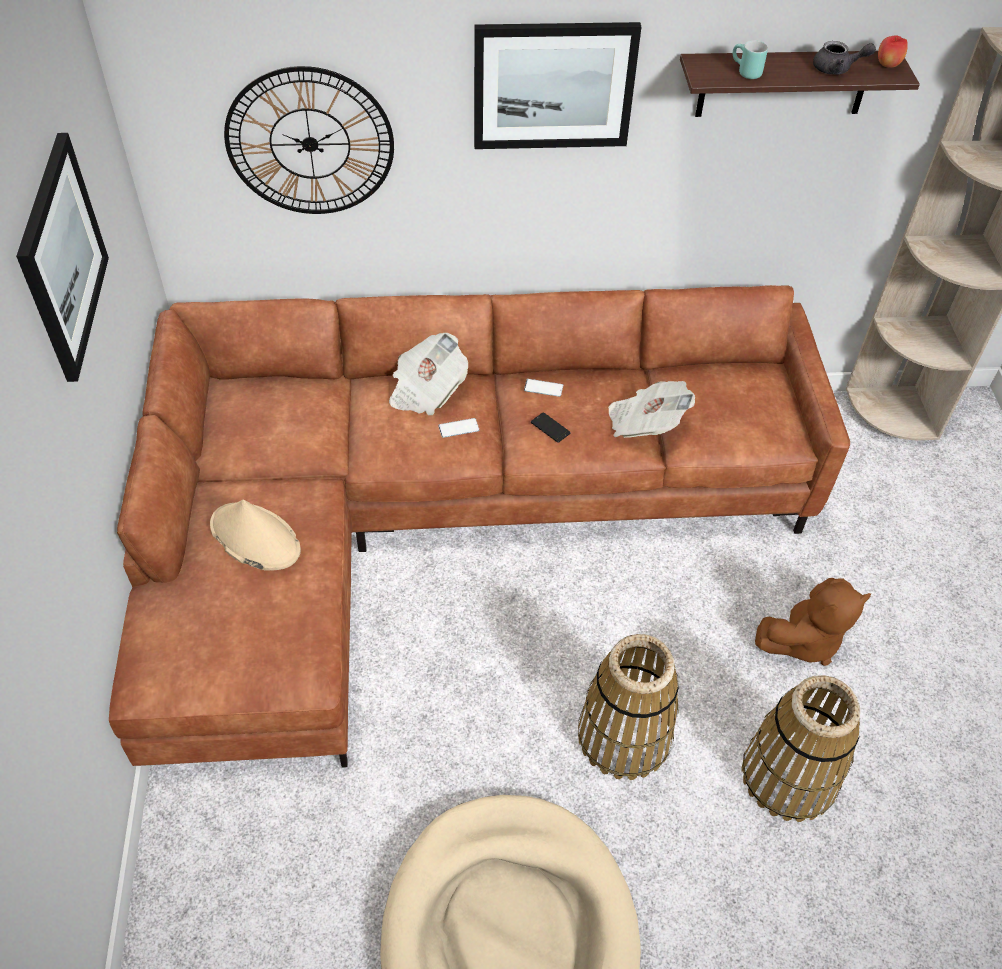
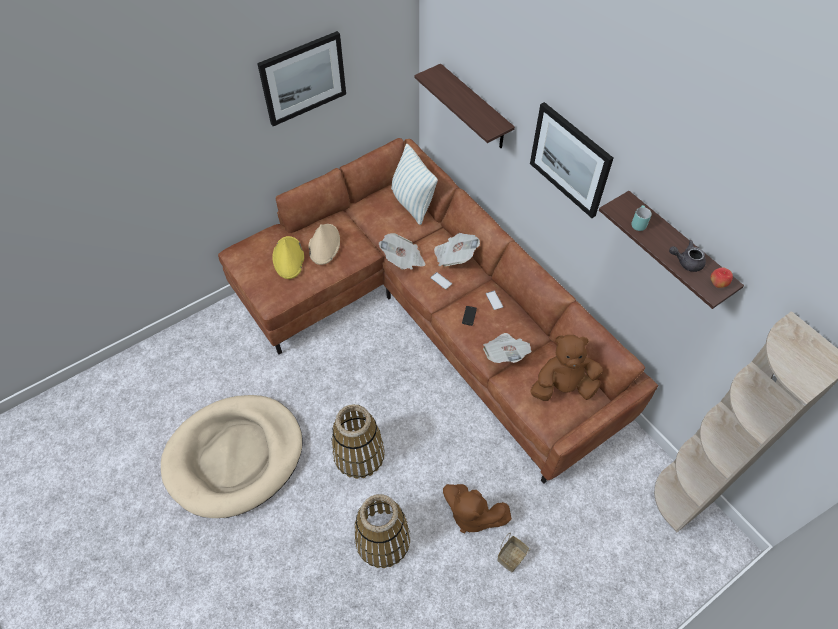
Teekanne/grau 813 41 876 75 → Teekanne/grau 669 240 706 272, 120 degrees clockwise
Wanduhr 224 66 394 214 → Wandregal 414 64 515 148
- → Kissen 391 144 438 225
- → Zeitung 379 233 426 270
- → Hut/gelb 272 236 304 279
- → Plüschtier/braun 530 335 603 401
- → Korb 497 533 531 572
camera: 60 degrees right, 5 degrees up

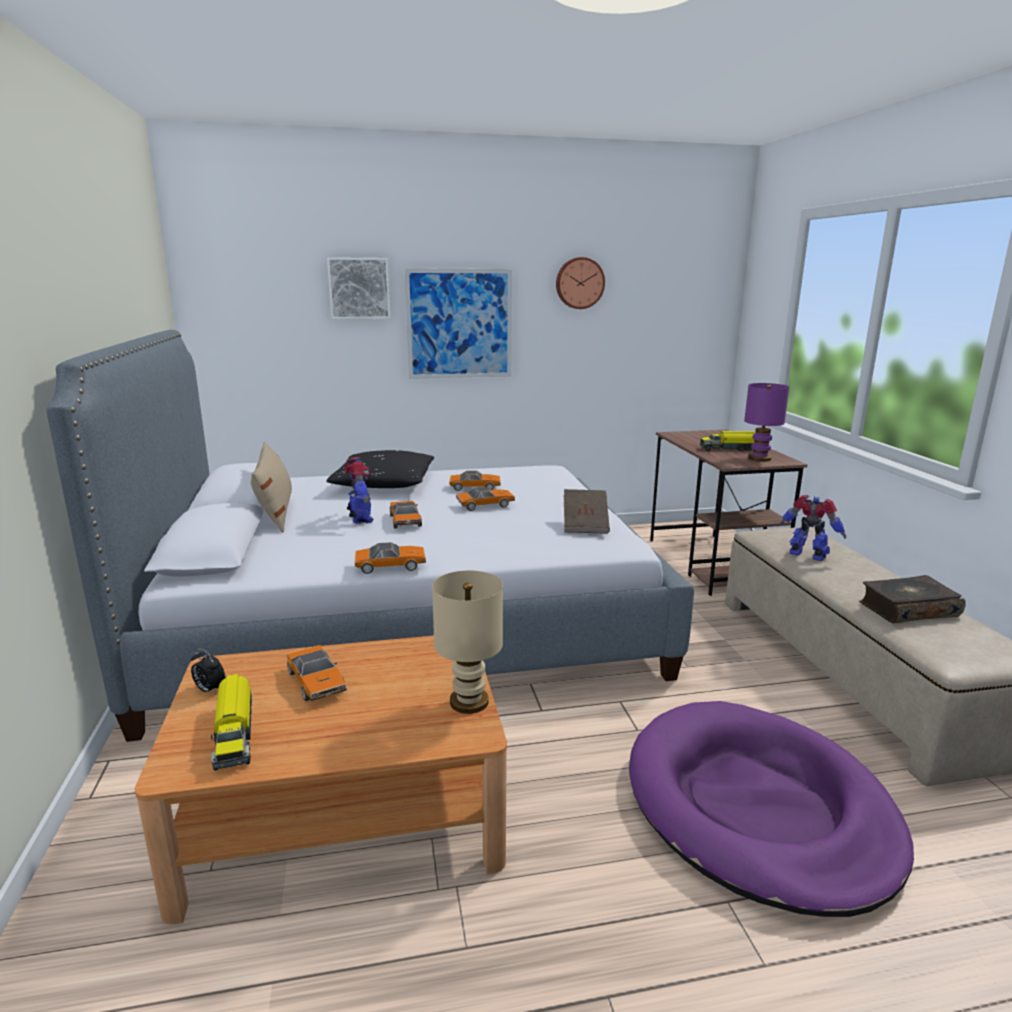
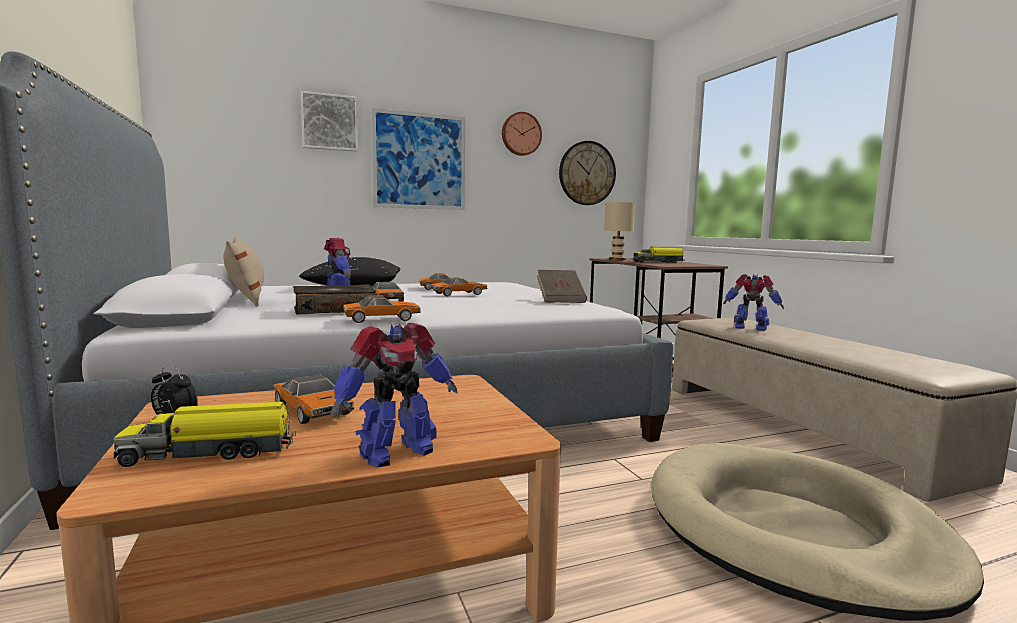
Tischlampe/lila 744 383 790 462 → -
Tischlampe/beige 432 570 503 714 → Tischlampe/beige 604 202 635 260, moved
Buch 859 575 966 623 → Buch 293 284 377 314, moved
Spielzeuglaster 211 674 252 771 → Spielzeuglaster 113 402 296 467, 105 degrees clockwise
Hundebett/lila 629 701 914 917 → Hundebett/beige 651 443 984 620
- → Wanduhr 559 141 616 205
- → Spielzeugroboter 331 323 457 468
camera: 10 degrees left, 10 degrees down

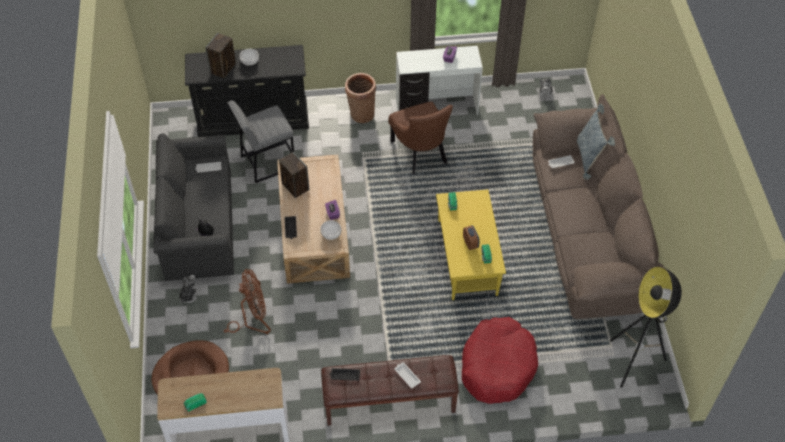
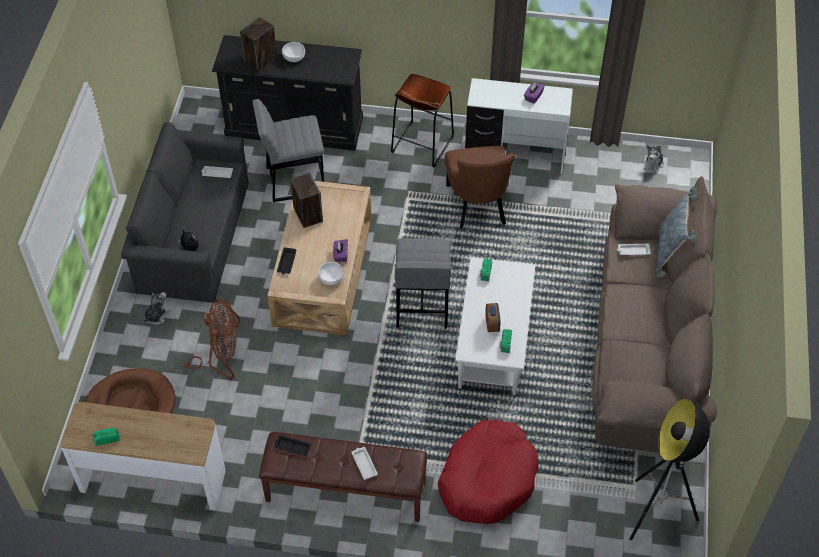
Korb 345 73 376 123 → Hocker/braun 391 74 454 168
Couchtisch/gelb 436 189 506 300 → Couchtisch/weiß 455 257 535 396
- → Hocker/grau 395 238 451 328
camera: 15 degrees right, 0 degrees up

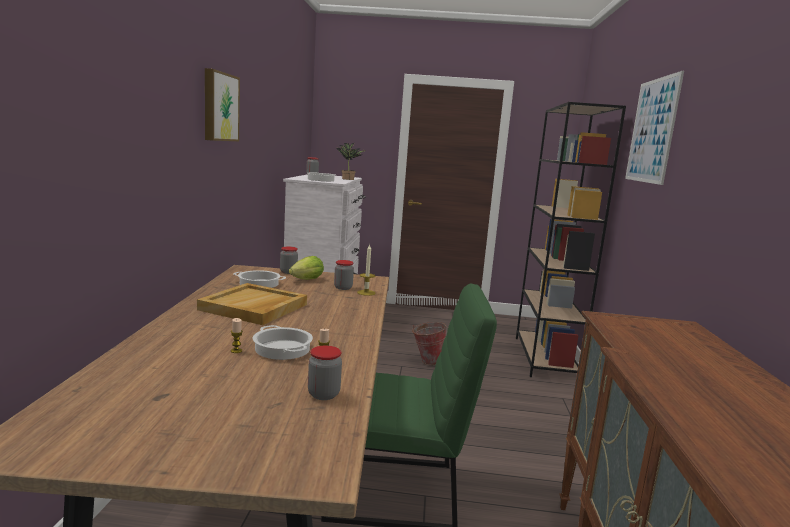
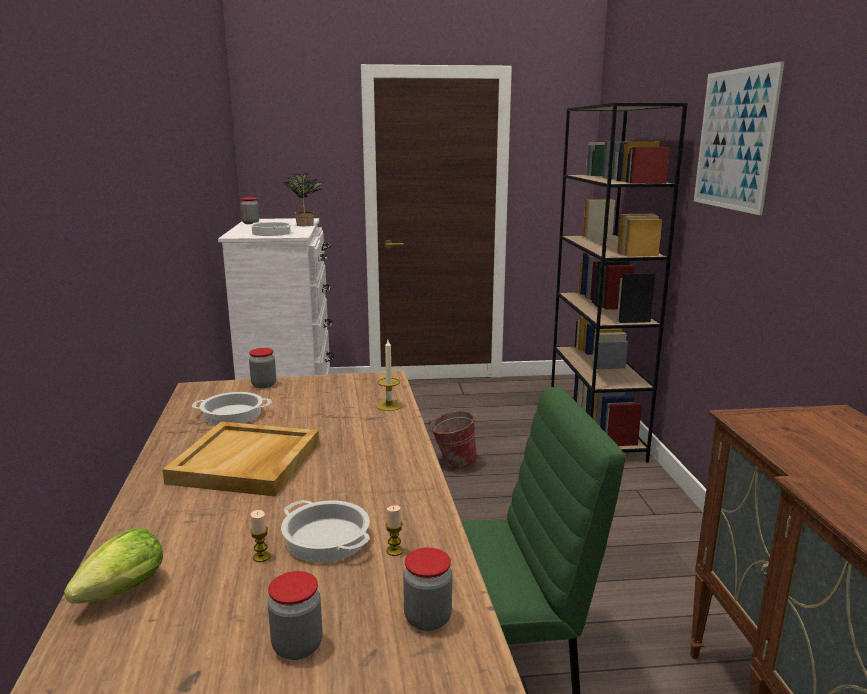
Bild 205 68 240 141 → -
Salatkopf 289 256 324 280 → Salatkopf 64 528 163 604, moved
Vorratsglas 334 260 354 290 → Vorratsglas 268 571 323 660, moved
camera: 10 degrees left, 5 degrees up

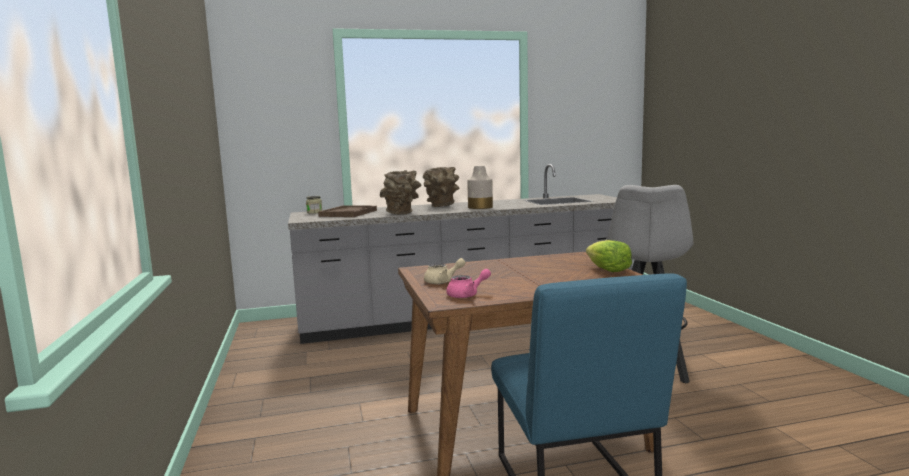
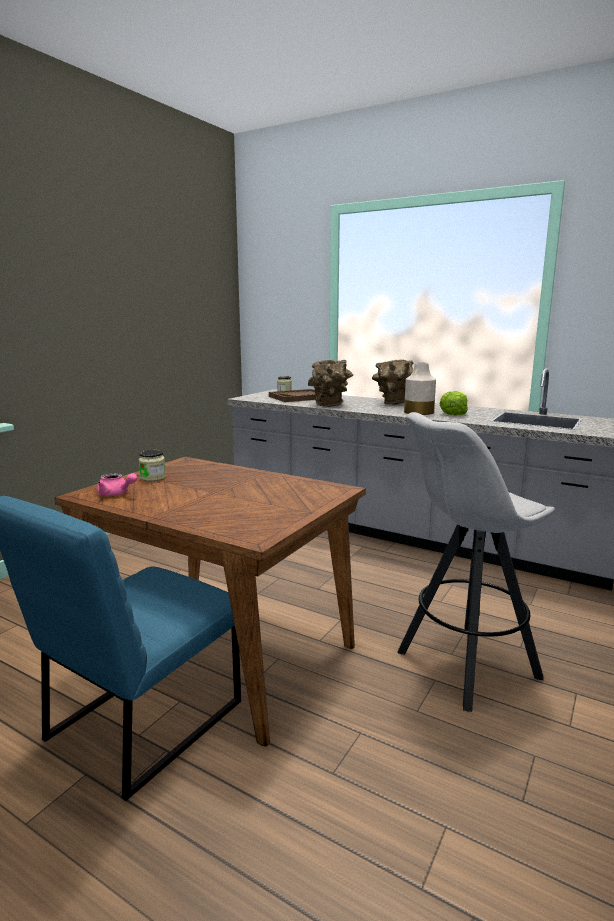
Salatkopf 586 240 632 272 → Salatkopf 439 391 468 415, moved
Teekanne/beige 424 258 466 284 → Vorratsglas 139 450 166 481
camera: 45 degrees right, 5 degrees up

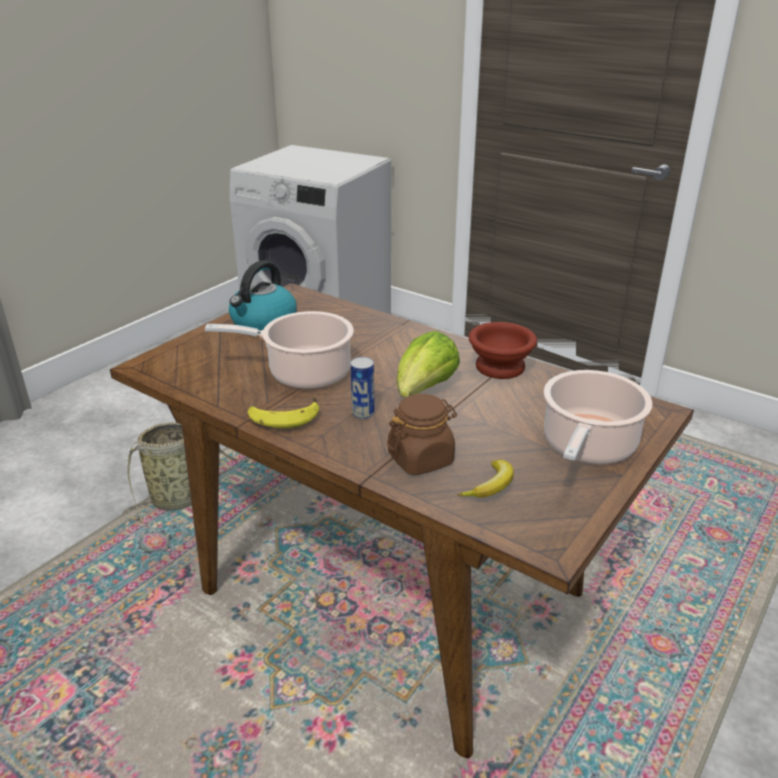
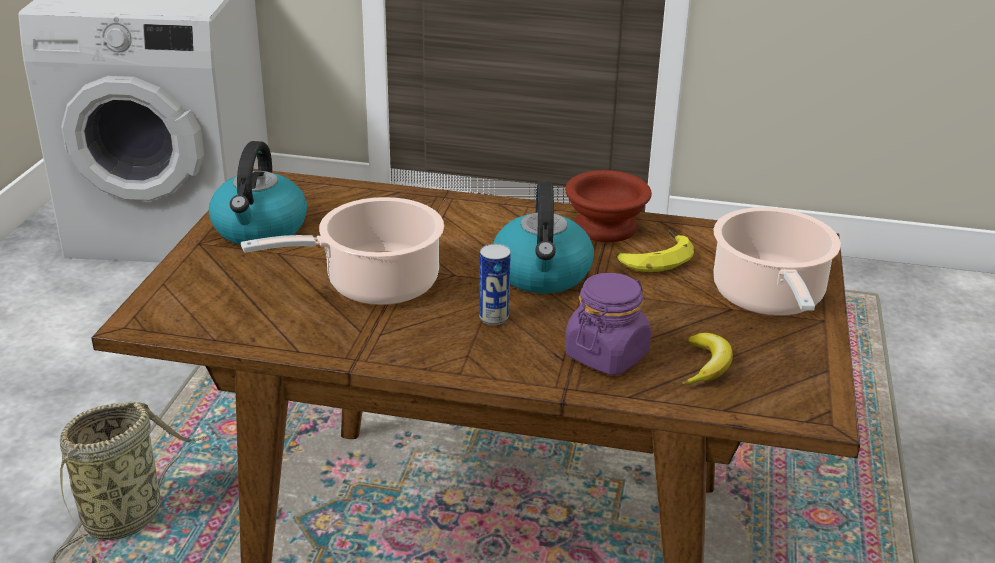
Salatkopf 396 331 460 398 → Wasserkessel 493 182 594 294
Vorratsglas/braun 387 394 457 476 → Vorratsglas/lila 565 273 651 375
Banane 248 396 319 428 → Banane 616 230 694 272, moved
camera: 25 degrees left, 0 degrees up

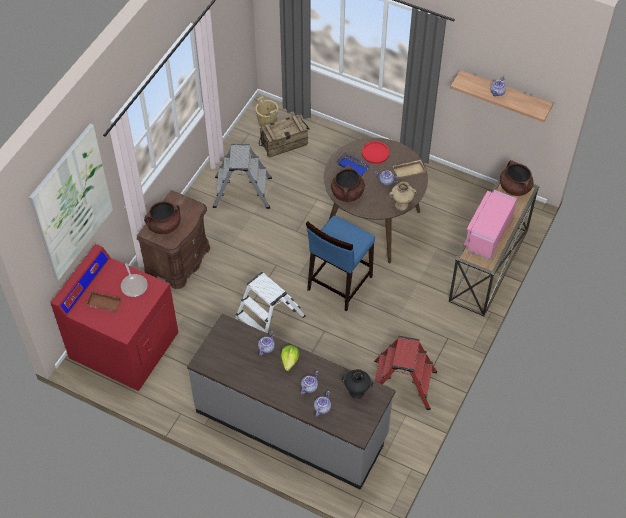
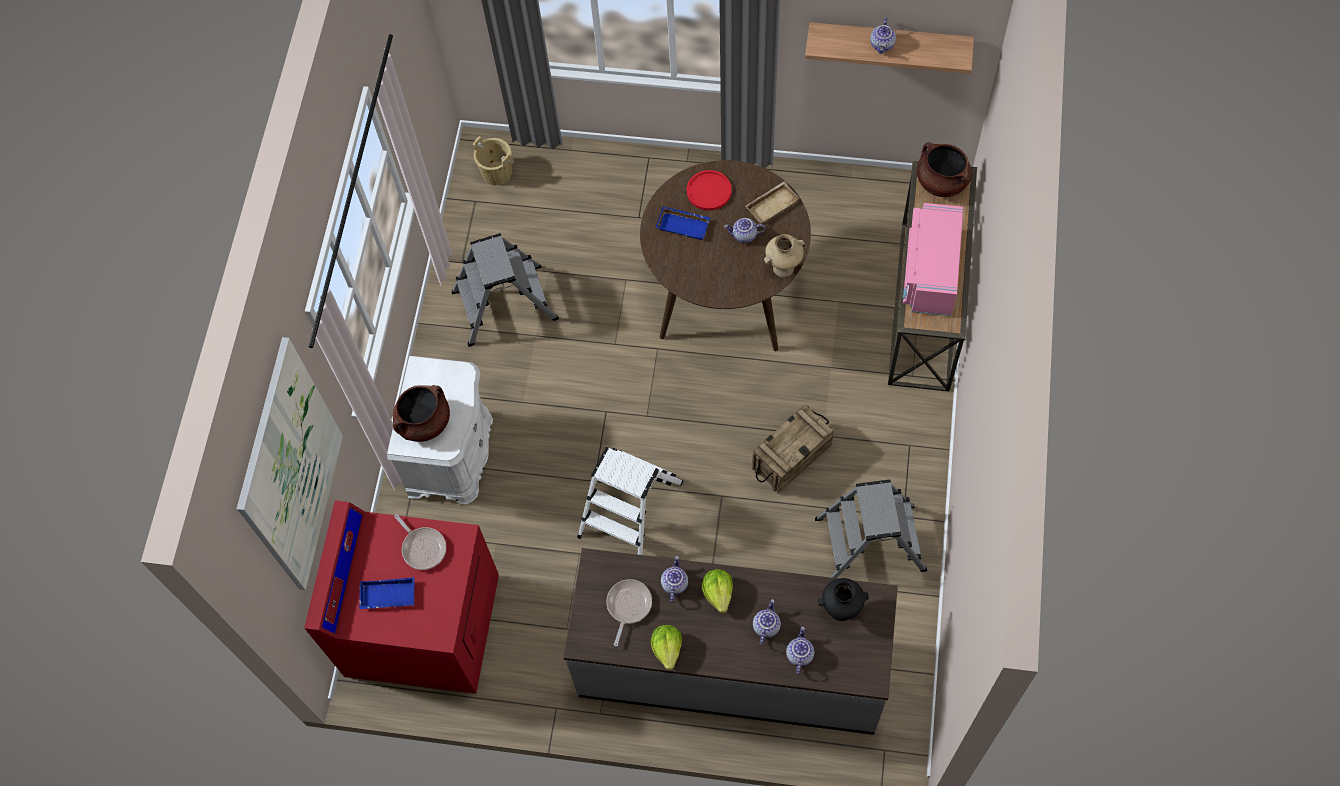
Kiste 259 115 309 157 → Kiste 752 405 834 493, moved
Kochtopf/braun 331 165 365 202 → -
Nachttisch/braun 136 190 210 289 → Nachttisch/weiß 387 356 493 504
Hocker/blau 306 215 375 311 → -
Tablett/braun 85 291 122 312 → Tablett/blau 359 577 415 609
Trittleiter/rot 374 336 437 410 → Trittleiter/grau 815 479 928 578
- → Pfanne 607 579 652 646
- → Salatkopf 651 625 682 670
camera: 15 degrees left, 10 degrees up

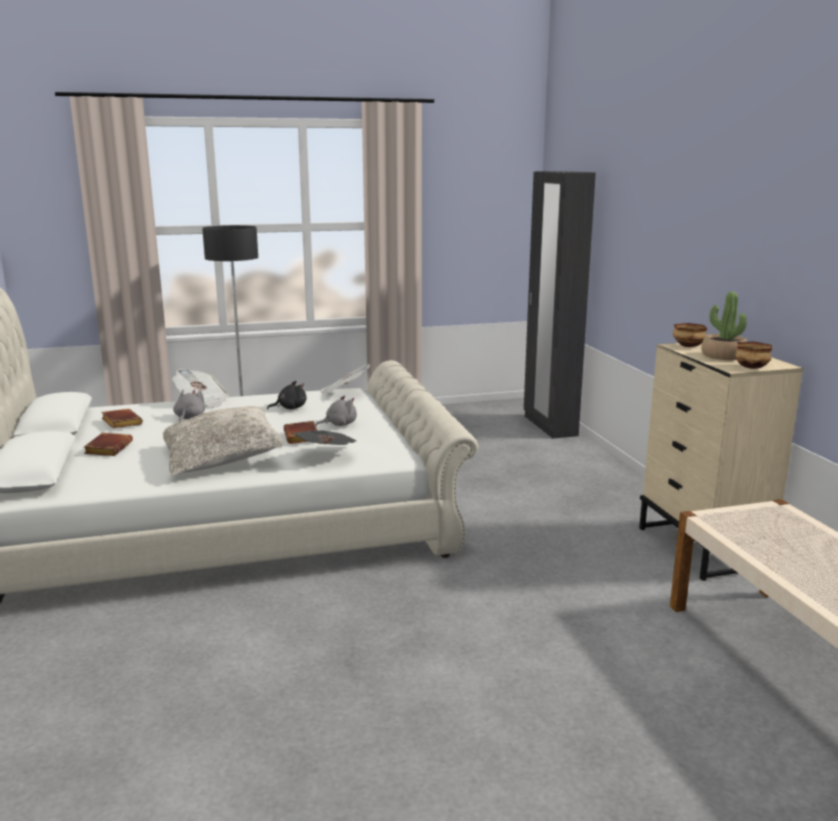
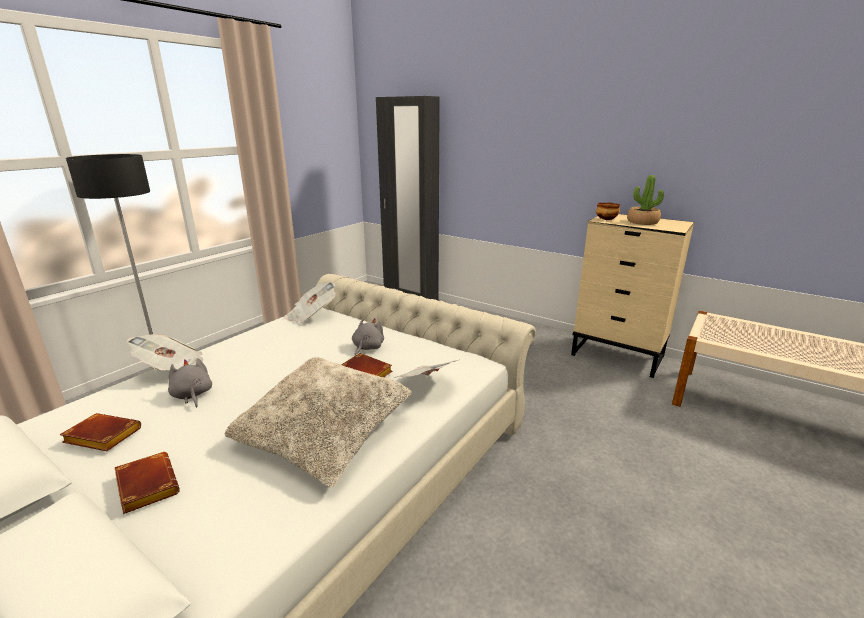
Schüssel 735 342 772 369 → -
Plüschtier/schwarz 267 381 306 409 → -
camera: 40 degrees left, 5 degrees up

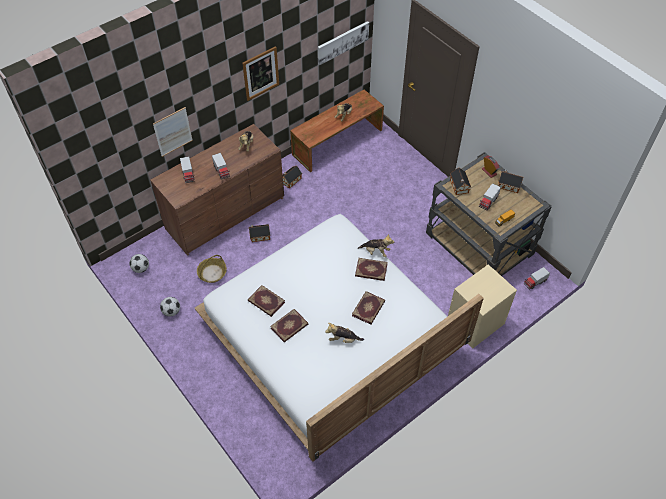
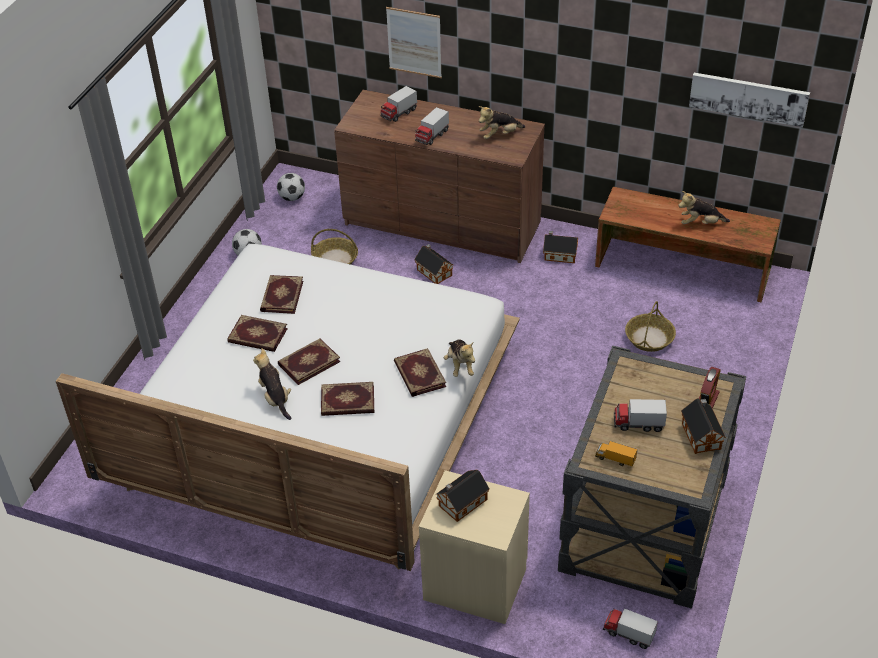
Bild 242 46 279 101 → -
Spielzeughaus 450 168 471 195 → Spielzeughaus 435 470 490 522, moved
- → Korb 625 301 676 352
- → Buch 278 338 341 385
camera: 60 degrees right, 10 degrees down

